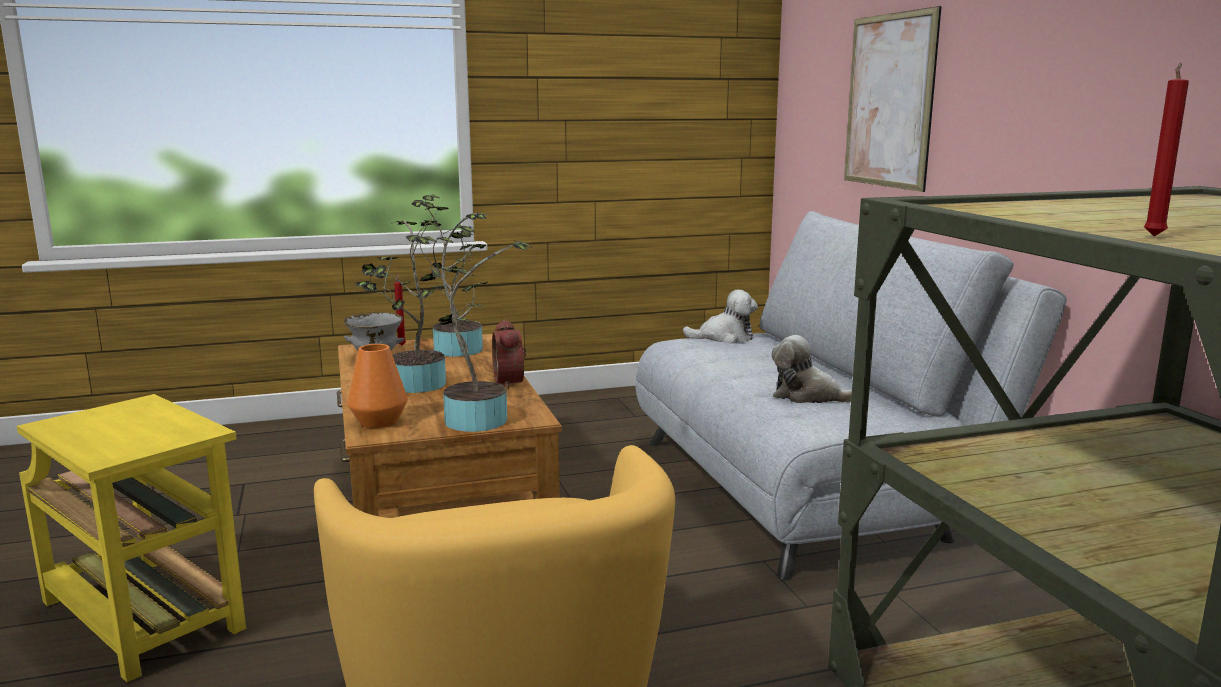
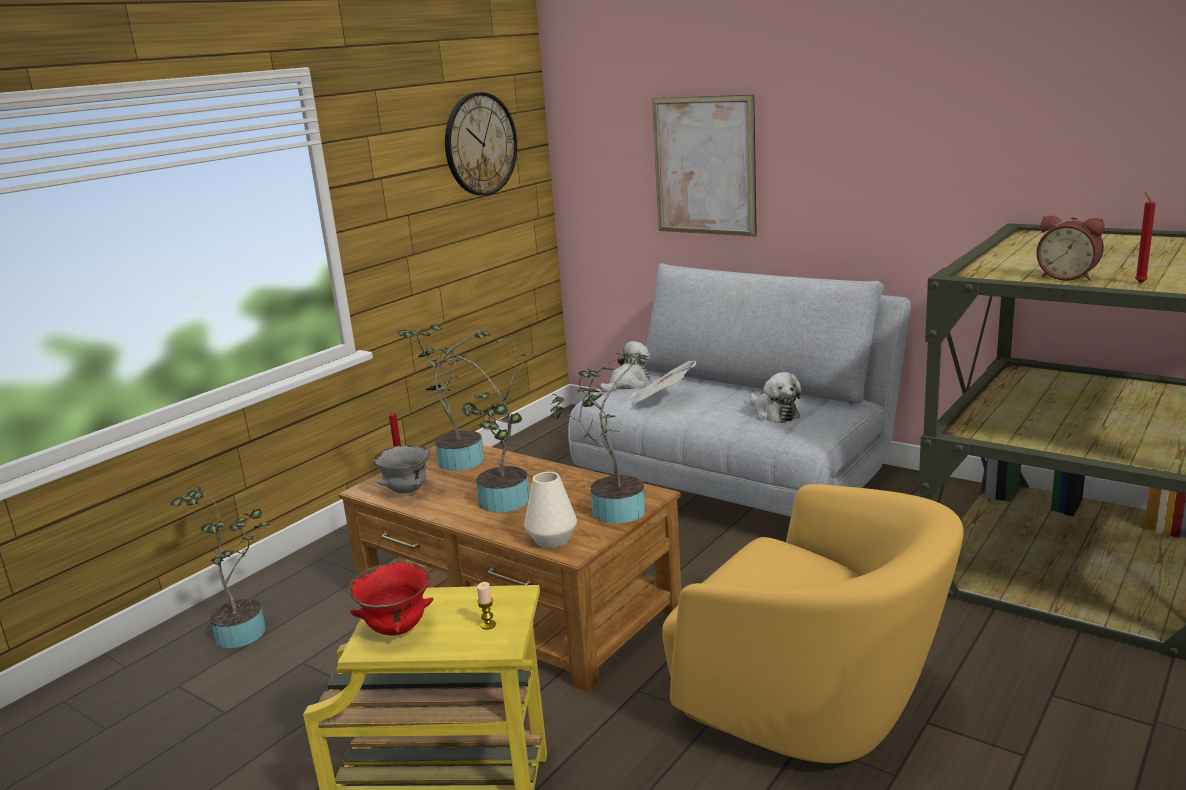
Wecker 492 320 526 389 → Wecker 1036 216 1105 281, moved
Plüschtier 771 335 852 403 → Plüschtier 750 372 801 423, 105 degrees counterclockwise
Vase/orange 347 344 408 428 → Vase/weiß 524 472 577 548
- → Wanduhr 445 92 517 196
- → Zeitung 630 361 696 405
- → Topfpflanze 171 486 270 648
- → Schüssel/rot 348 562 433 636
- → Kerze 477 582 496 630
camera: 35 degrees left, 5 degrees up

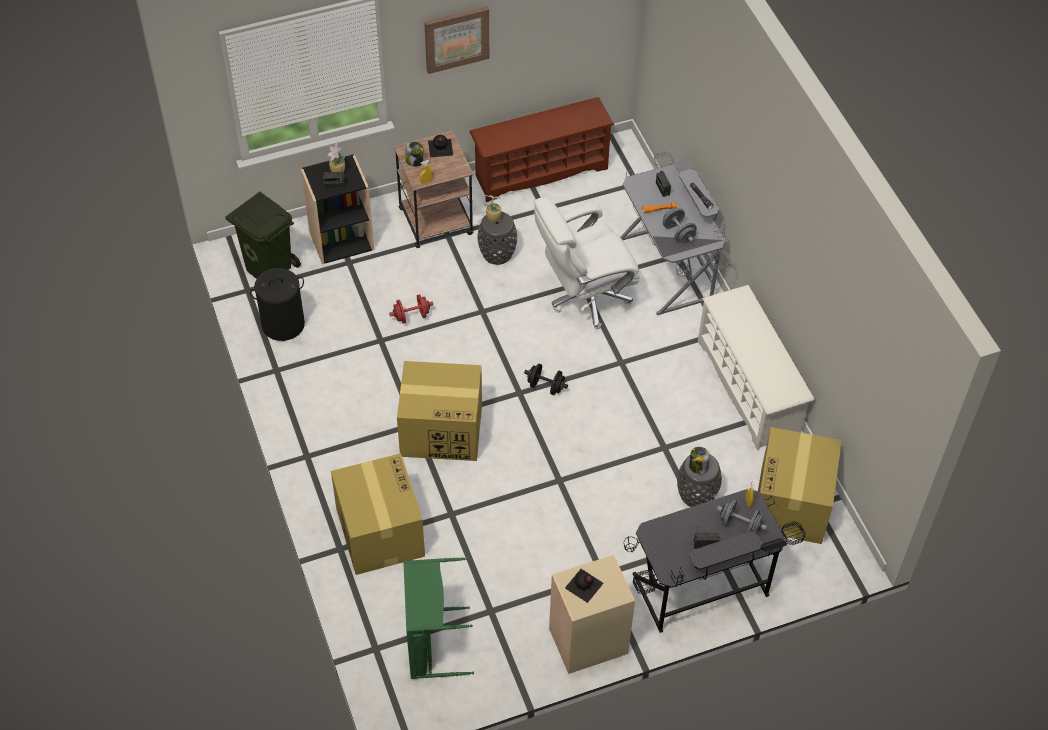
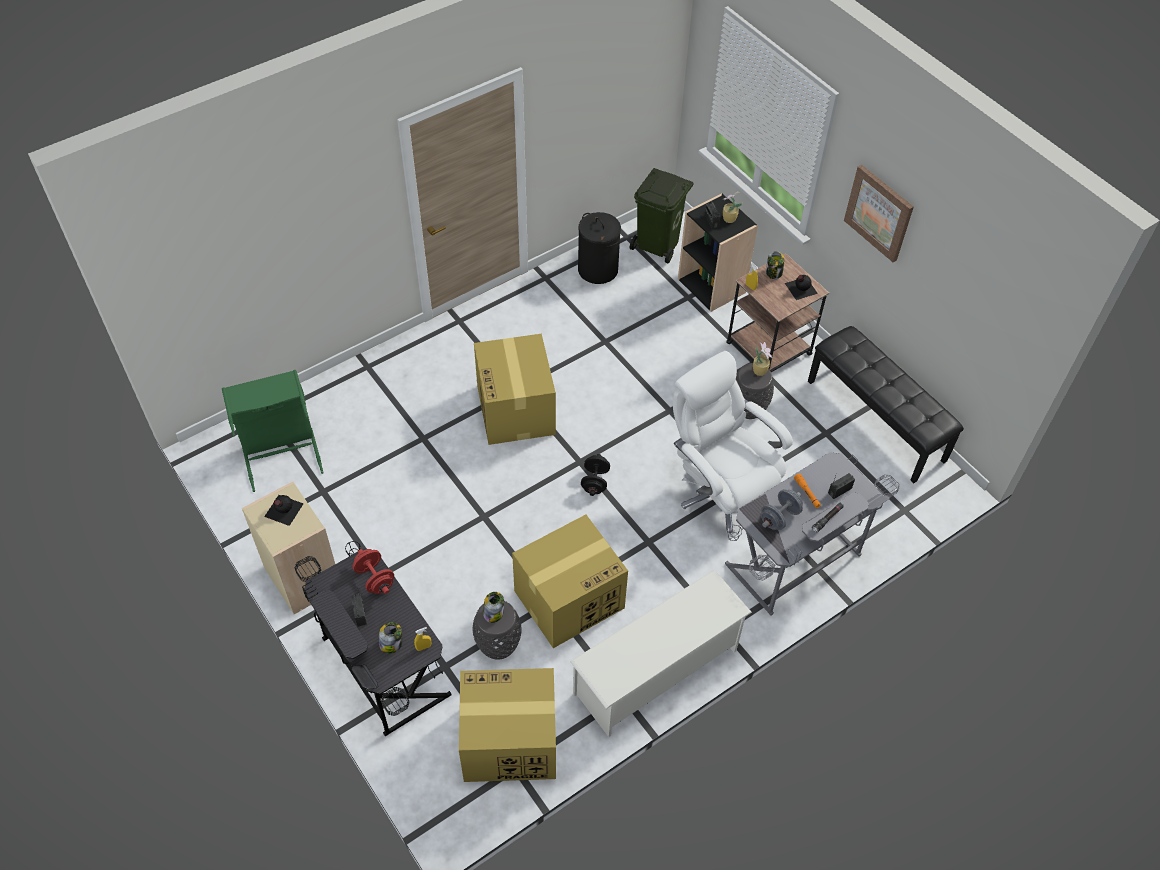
Schuhregal/braun 470 97 614 202 → Bank/schwarz 808 326 964 483
Hantel/rot 389 294 433 324 → Hantel/rot 353 549 394 594, moved
Karton 331 453 425 575 → Karton 512 515 628 648, moved
Hantel/grau 717 500 767 533 → Vorratsglas 379 622 402 654
camera: 75 degrees right, 0 degrees up

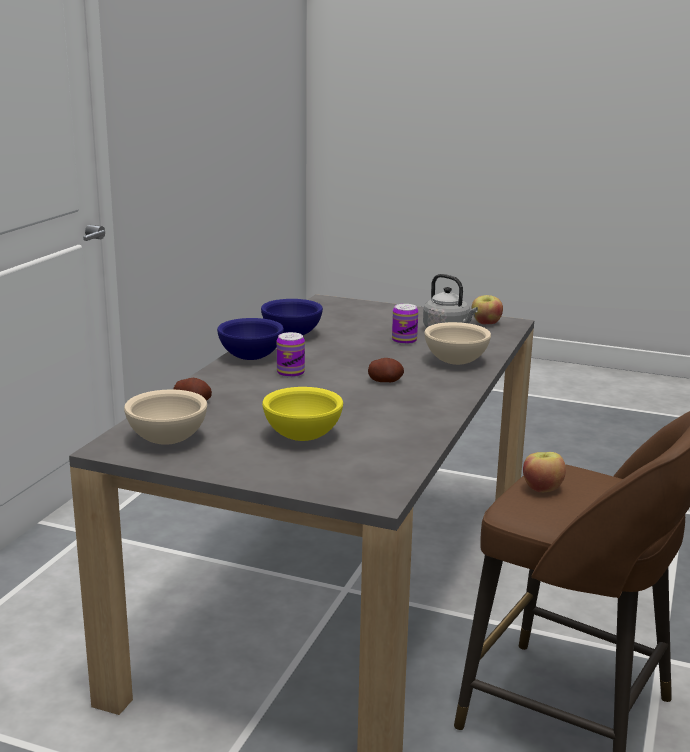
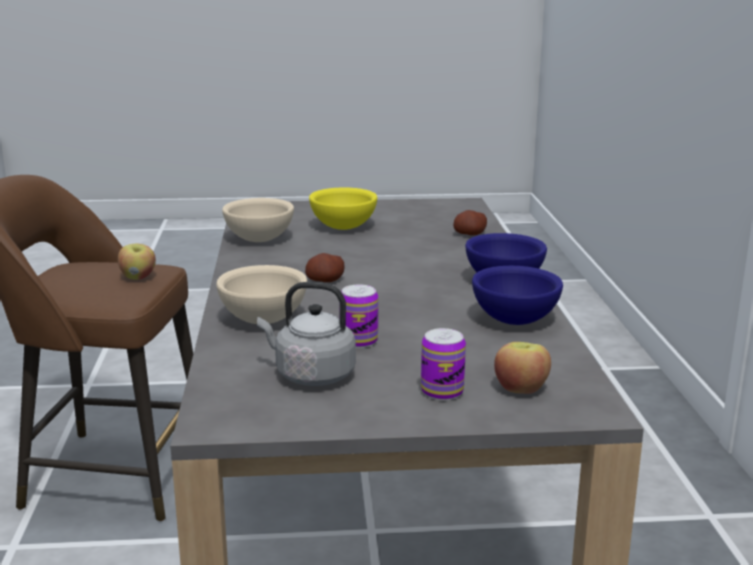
Apfel 471 295 503 324 → Apfel 494 342 551 394, moved
Dose 277 332 305 378 → Dose 421 328 466 401, moved
Schüssel/beige 124 390 207 445 → Schüssel/beige 222 198 294 242, moved
camera: 155 degrees right, 0 degrees up

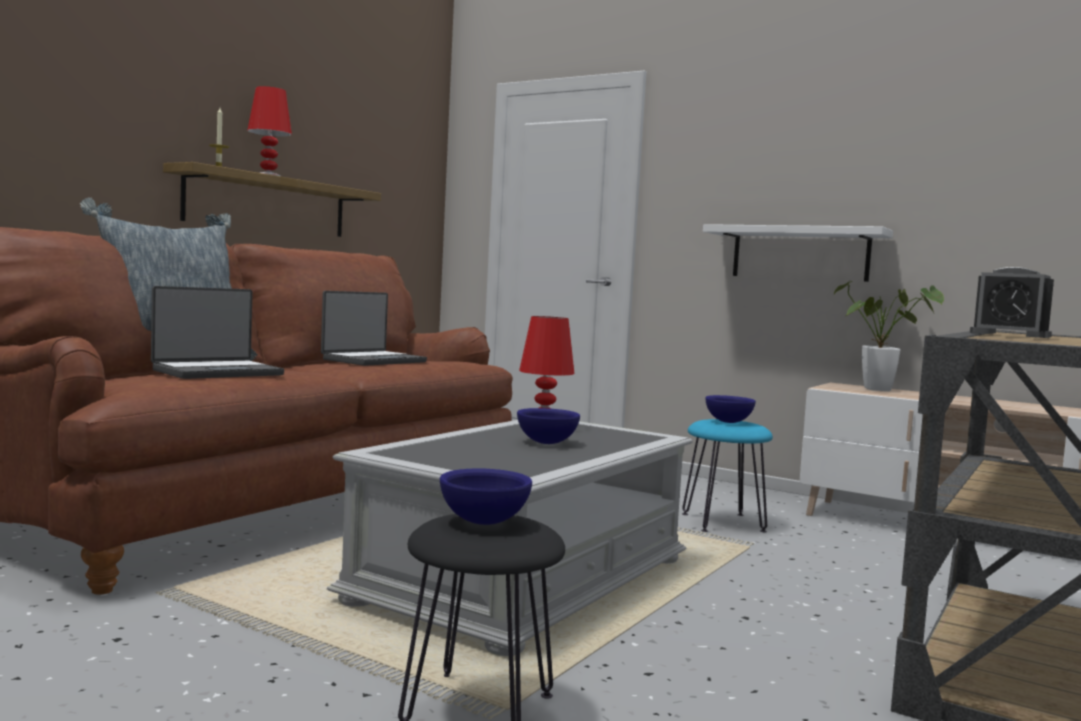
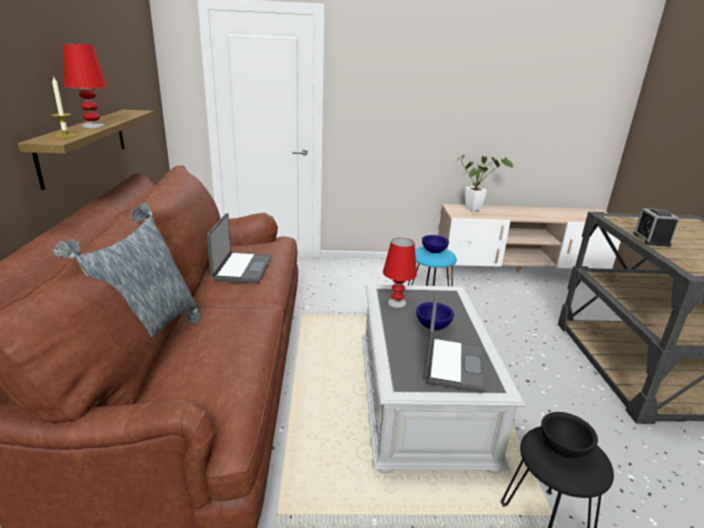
Wandregal/weiß 703 224 893 282 → -
Wecker 970 267 1054 338 → Wecker 633 208 680 247, 90 degrees clockwise
Laptop 151 286 284 379 → Laptop 424 294 486 393, moved
Schüssel/blau 440 468 532 525 → Schüssel/schwarz 541 412 598 458
camera: 35 degrees left, 20 degrees up

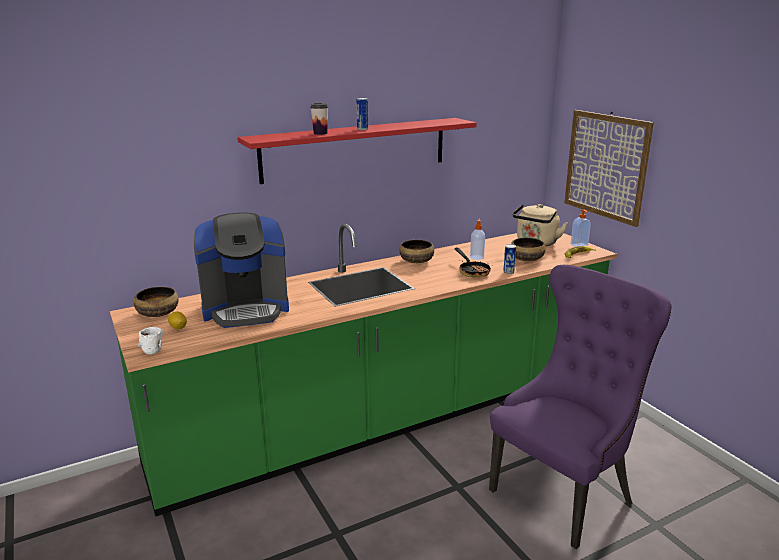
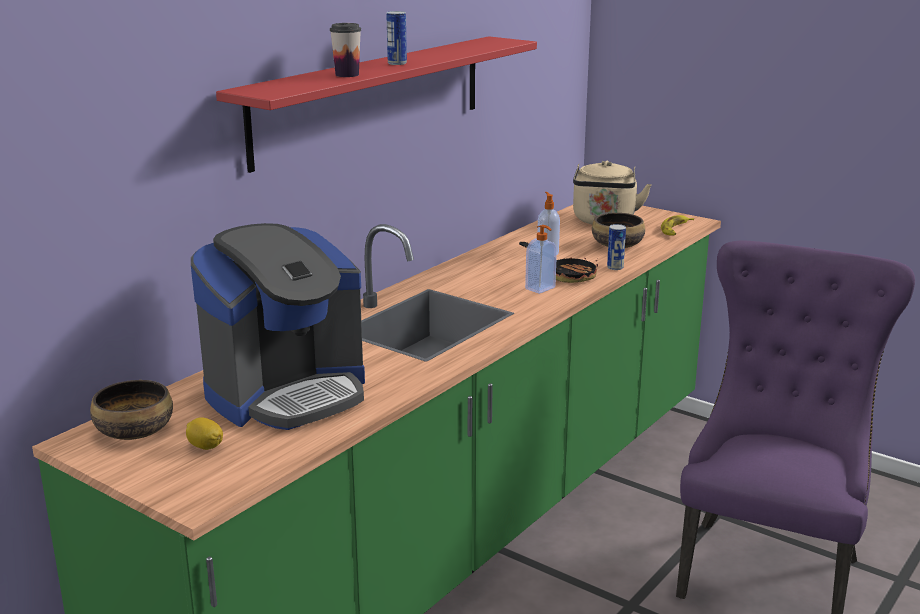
Bild 564 110 654 227 → -
Seifenspender 571 210 591 247 → Seifenspender 525 225 557 294, moved
Schüssel 399 240 434 263 → -
Henkelbecher/weiß 138 327 164 355 → -
camera: 25 degrees left, 0 degrees up

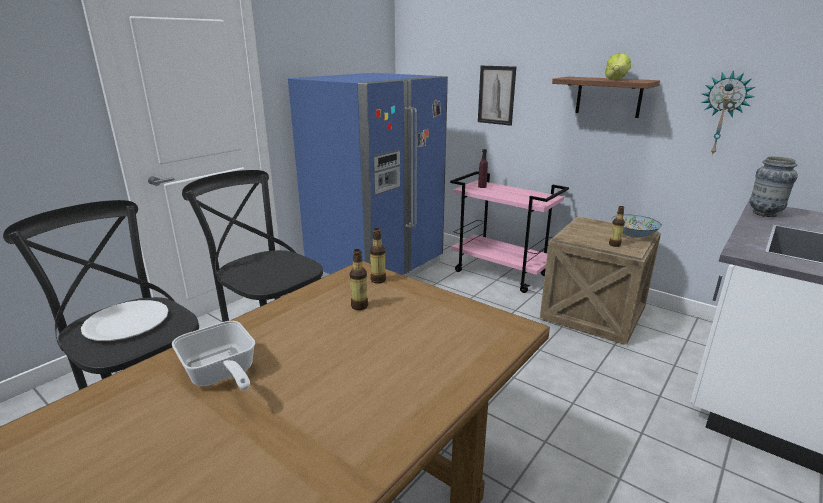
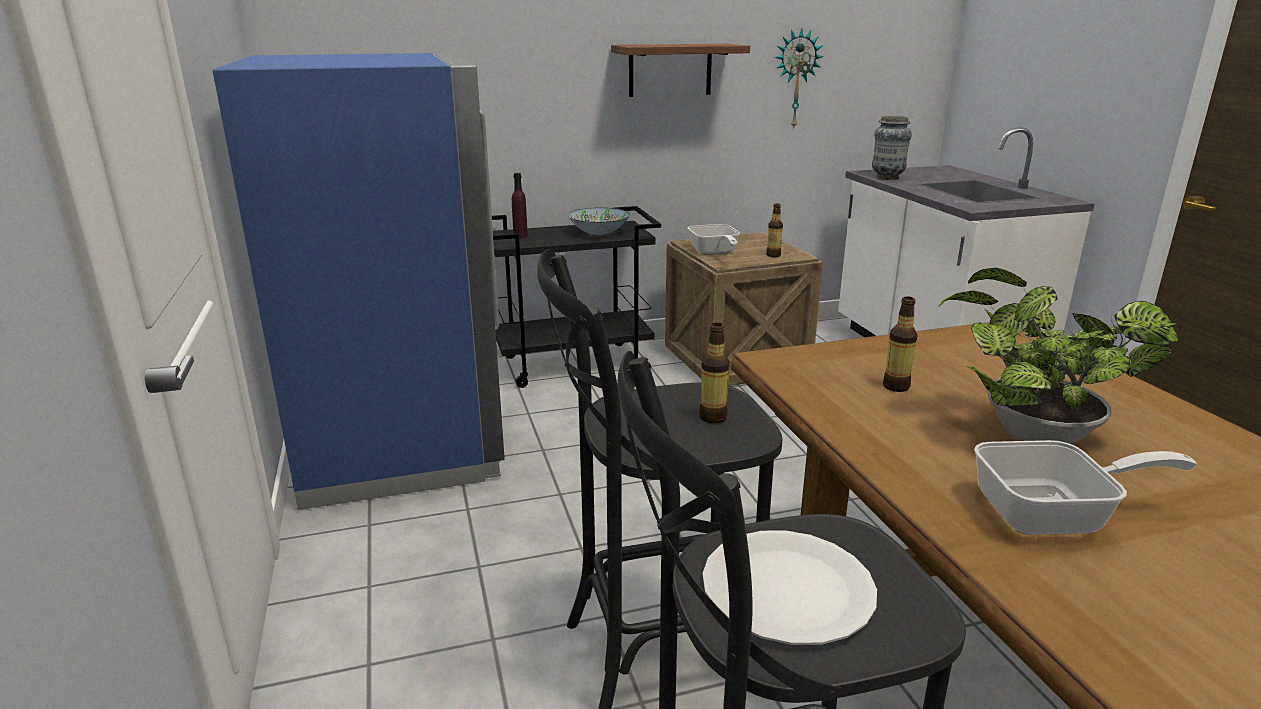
Salatkopf 605 53 631 80 → -
Bild 478 66 516 126 → -
Rollwagen/rosa 450 171 569 293 → Rollwagen/schwarz 492 206 661 388
Schüssel 611 214 662 238 → Schüssel 568 207 630 235, moved
Flasche 370 228 386 284 → Flasche 699 323 730 424, moved
- → Pfanne 688 224 740 255
- → Topfpflanze 938 268 1178 445
camera: 55 degrees left, 0 degrees up

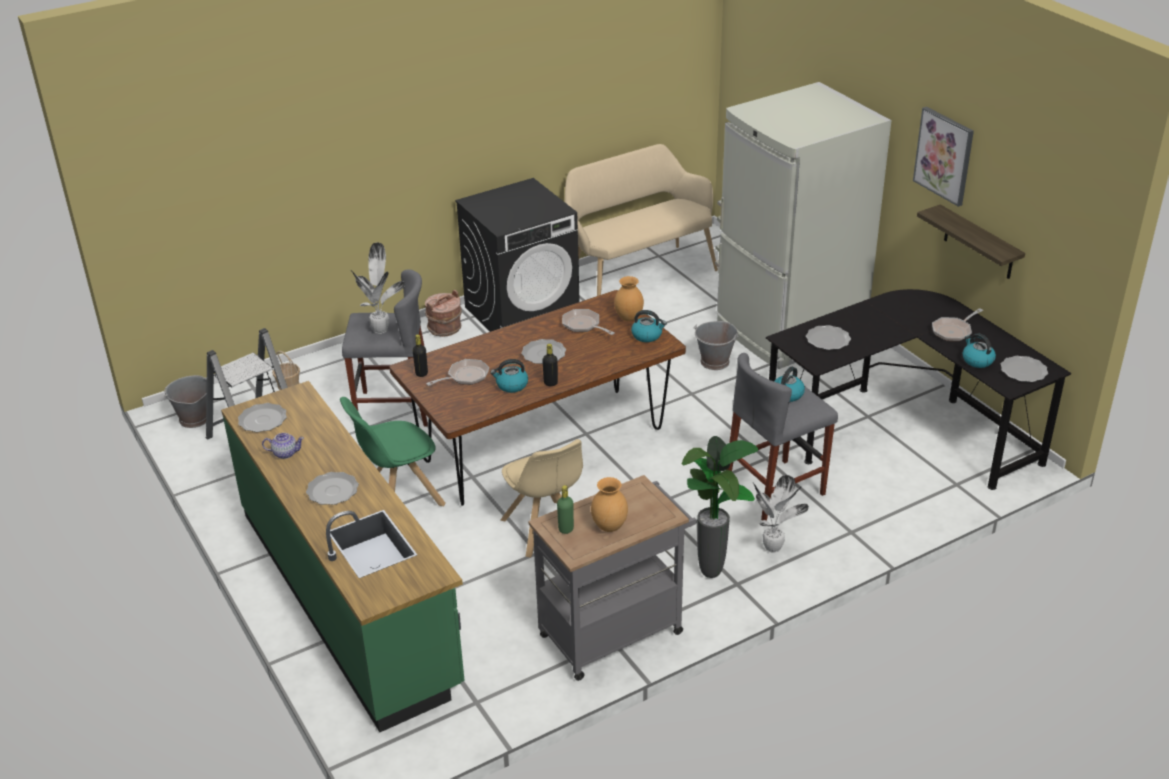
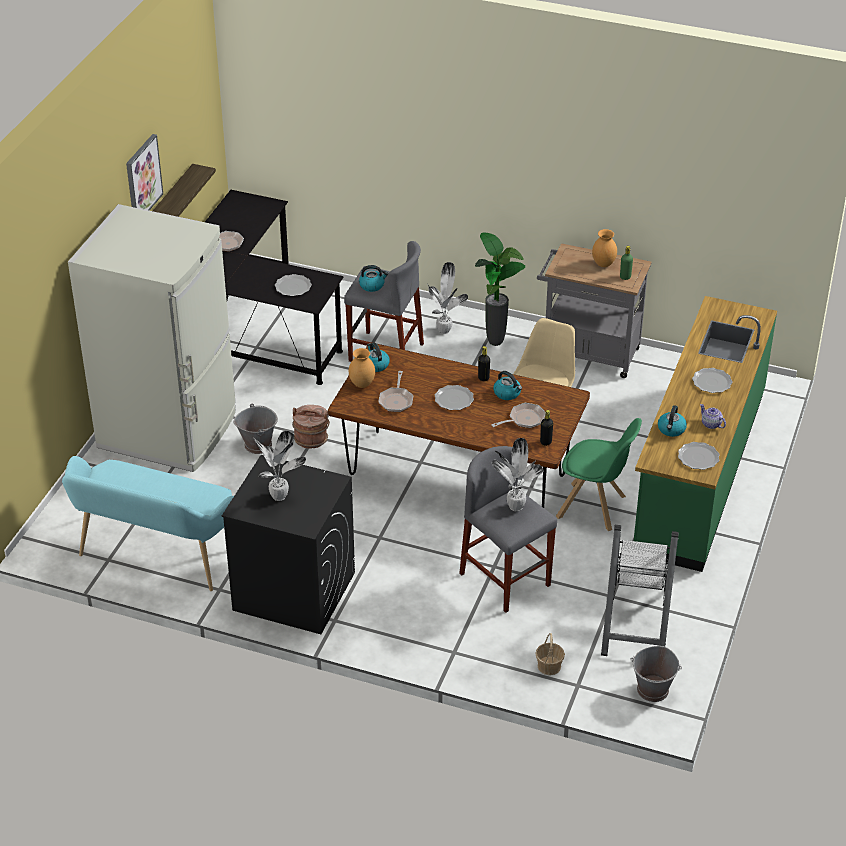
Bank/beige 565 144 718 296 → Bank/türkis 62 456 234 591
Eimer/braun 425 290 462 337 → Eimer/braun 292 405 330 449, moved
Wasserkessel 963 333 996 368 → Wasserkessel 658 405 687 437, moved
Teller 1001 356 1048 382 → -
Pfanne 426 359 489 386 → Pfanne 491 403 545 428, 135 degrees clockwise
- → Topfpflanze 253 431 306 501
camera: 130 degrees left, 5 degrees up

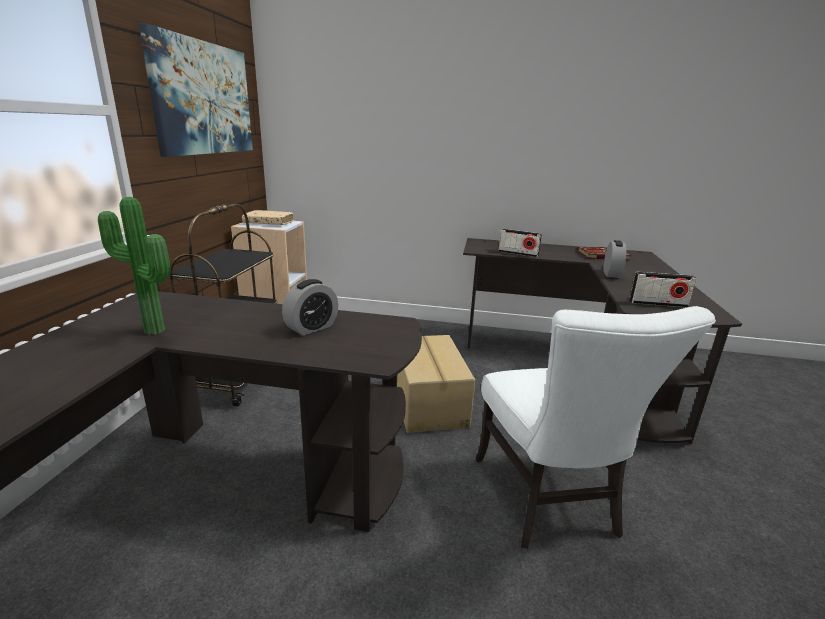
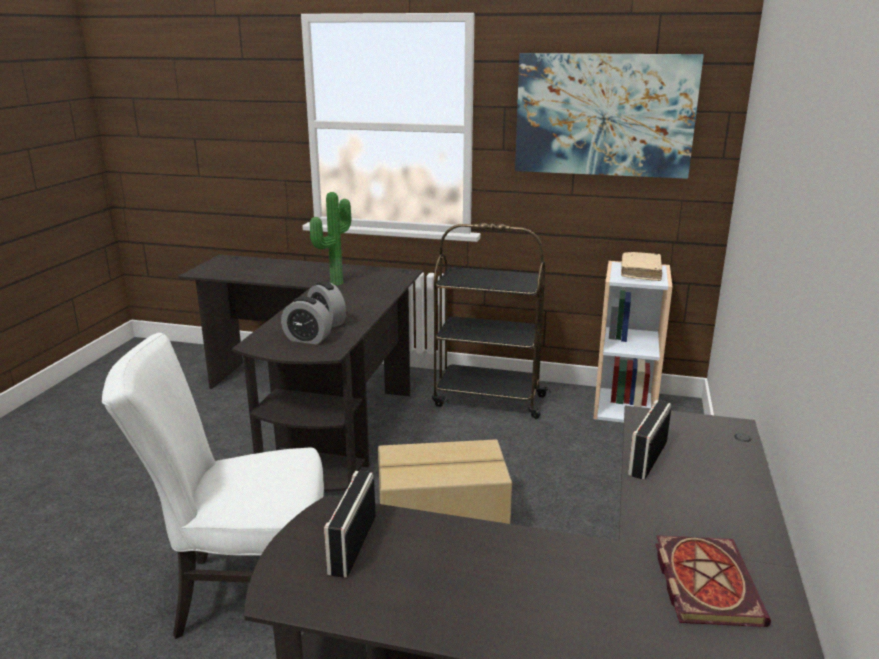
Wecker 603 240 627 278 → Wecker 281 297 332 344, moved
camera: 95 degrees right, 0 degrees up

